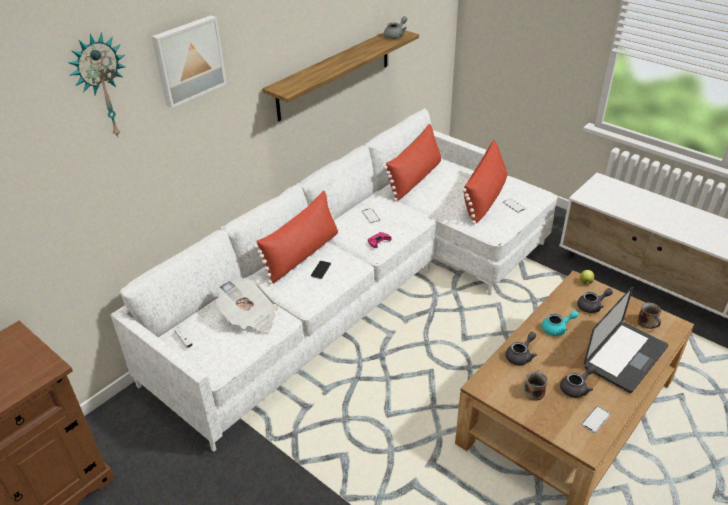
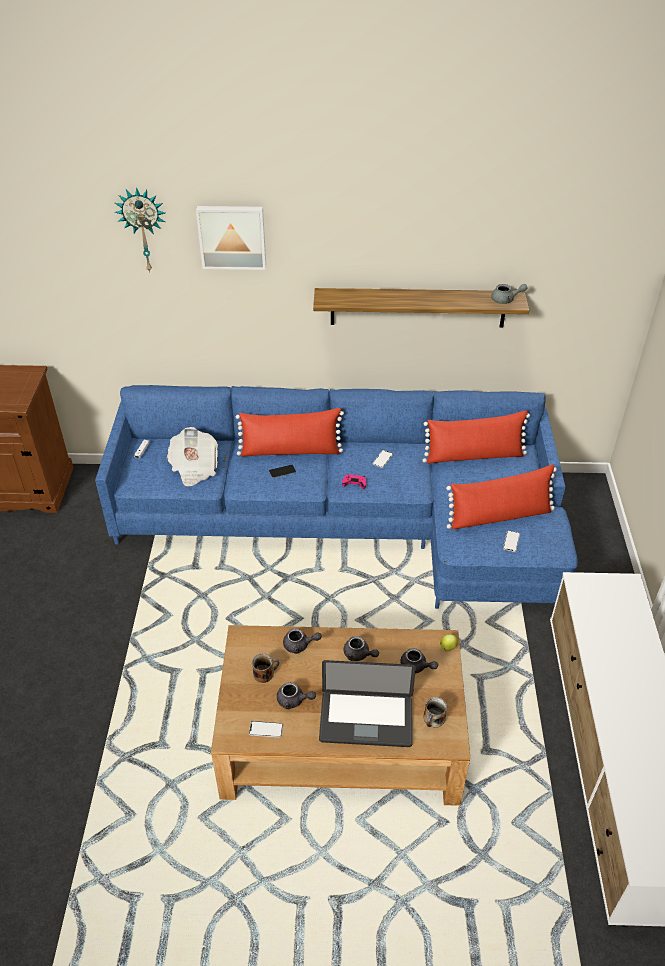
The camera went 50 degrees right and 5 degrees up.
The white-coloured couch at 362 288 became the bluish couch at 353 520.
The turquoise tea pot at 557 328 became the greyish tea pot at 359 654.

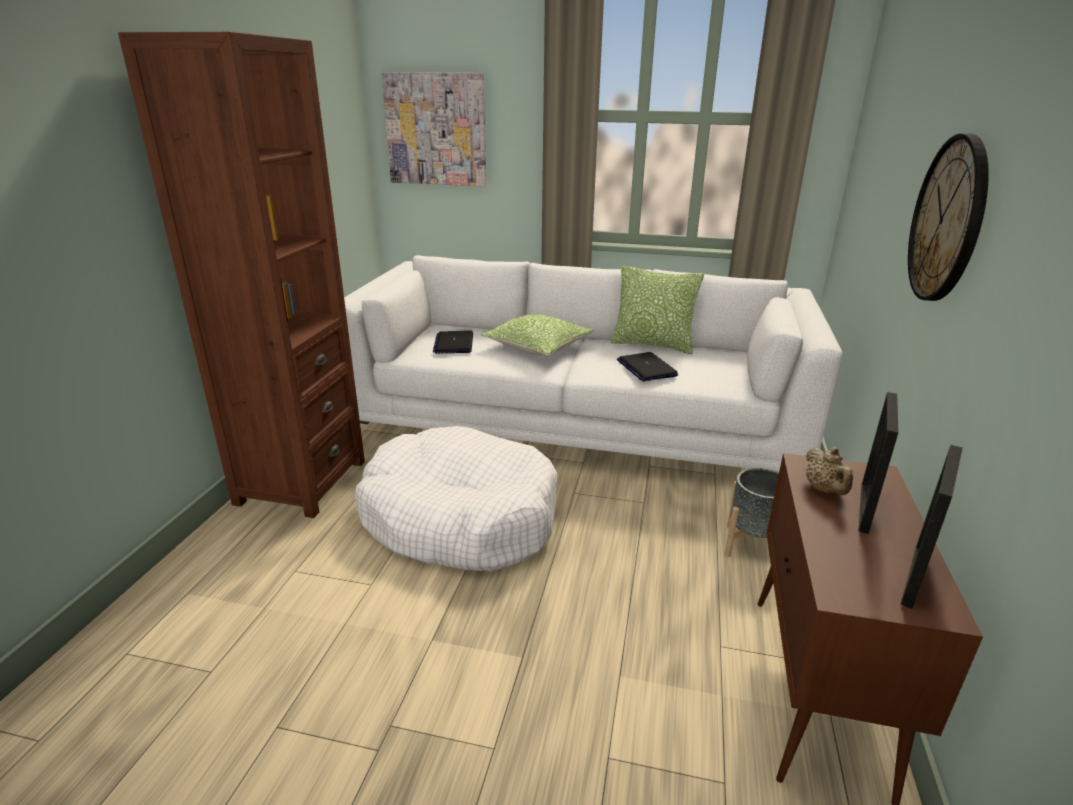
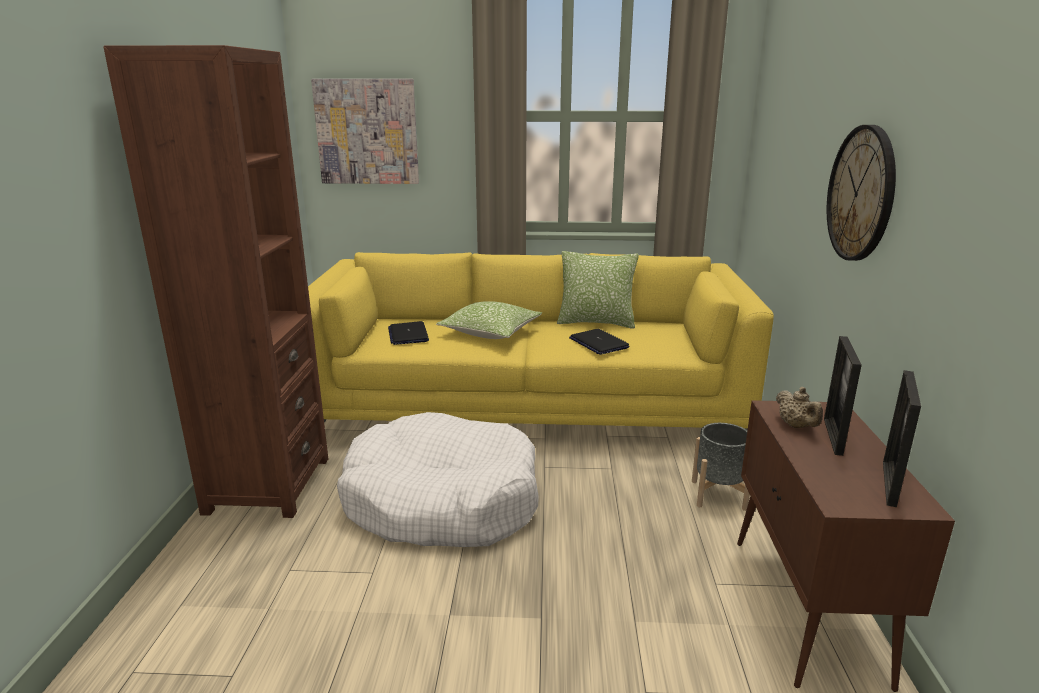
The camera went 10 degrees left and 5 degrees down.
The white-coloured couch at 576 424 became the yellow couch at 528 404.

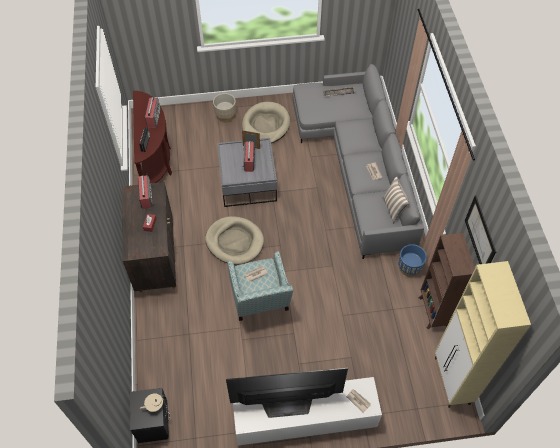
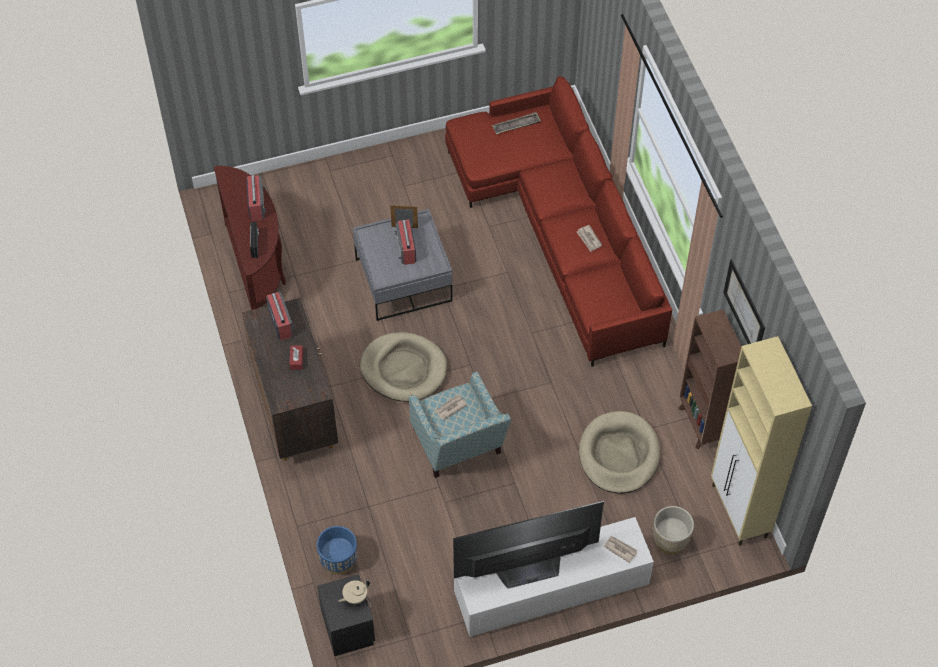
The camera went 10 degrees left and 0 degrees up.
The beige-coloured plant pot moved from 225 116 to 670 540.
The beige-coloured pet bed moved from 266 125 to 618 455.
The greyish couch at 357 165 became the red couch at 560 229.
The throw pillow at 393 208 disappeared.
The bluish plant pot moved from 409 268 to 338 560.

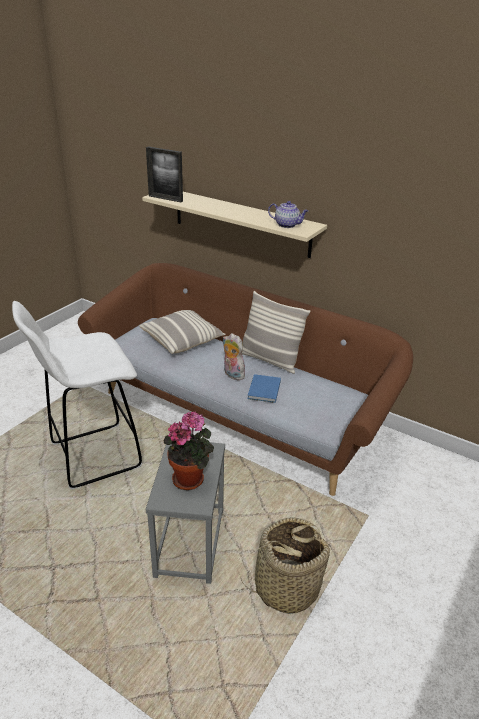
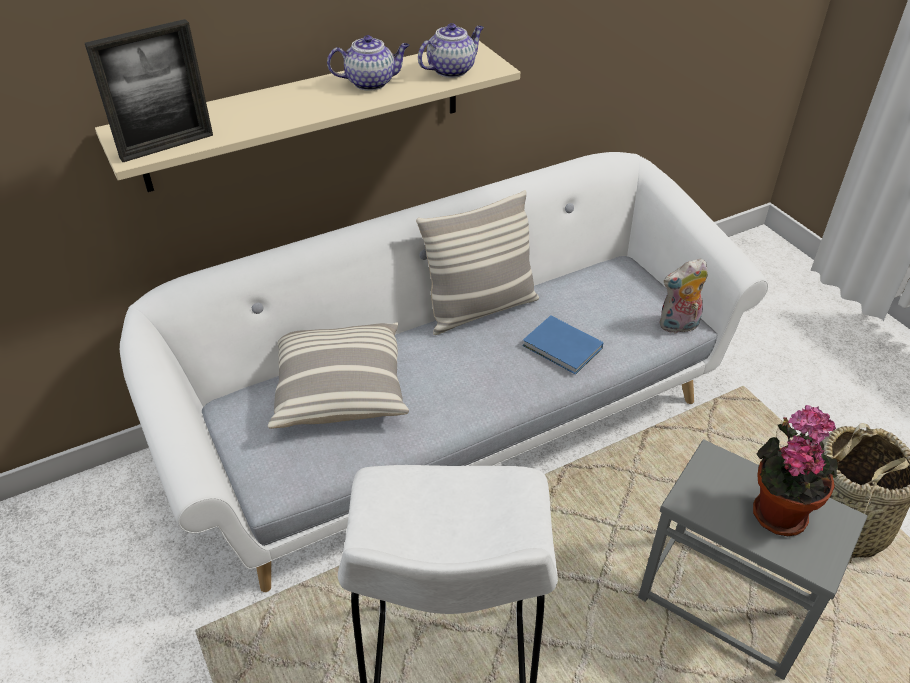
The camera went 60 degrees left and 10 degrees up.
The brown couch at 237 411 became the white-coloured couch at 454 423.
The plush toy moved from 232 374 to 678 326.
The tea pot at 371 82 appeared.

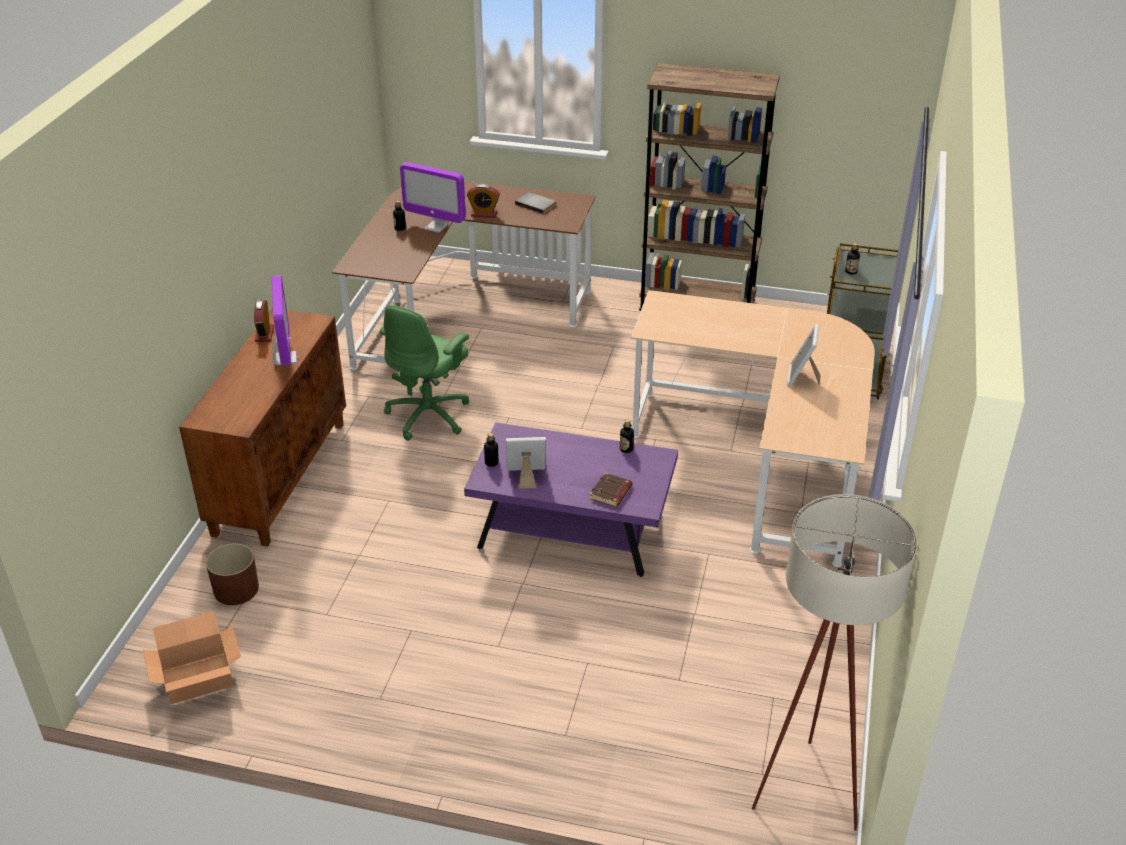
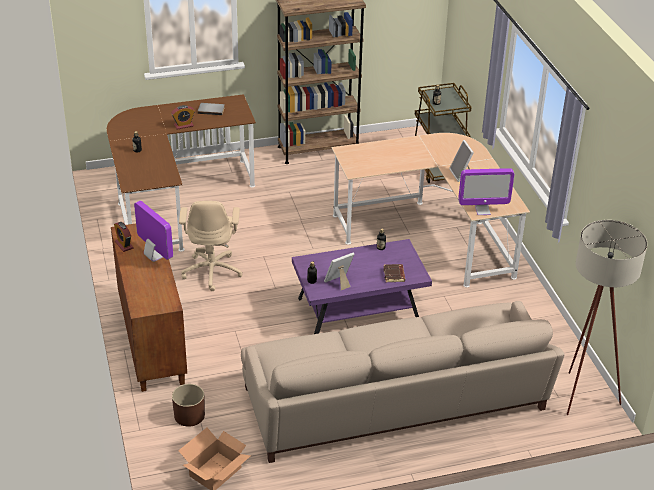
The camera went 30 degrees left and 0 degrees up.
The green computer chair at 429 415 became the beige-coloured computer chair at 212 271.
The monitor moved from 436 227 to 482 210.
The beige-coloured couch at 395 402 appeared.

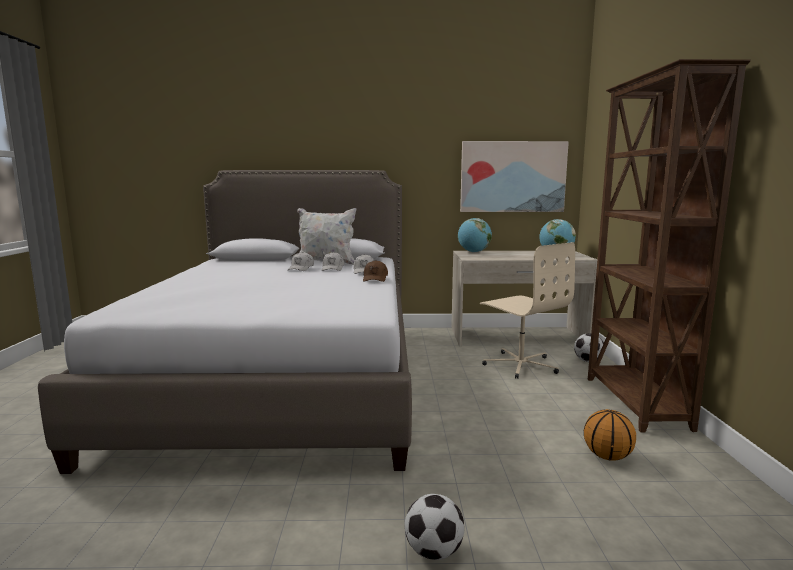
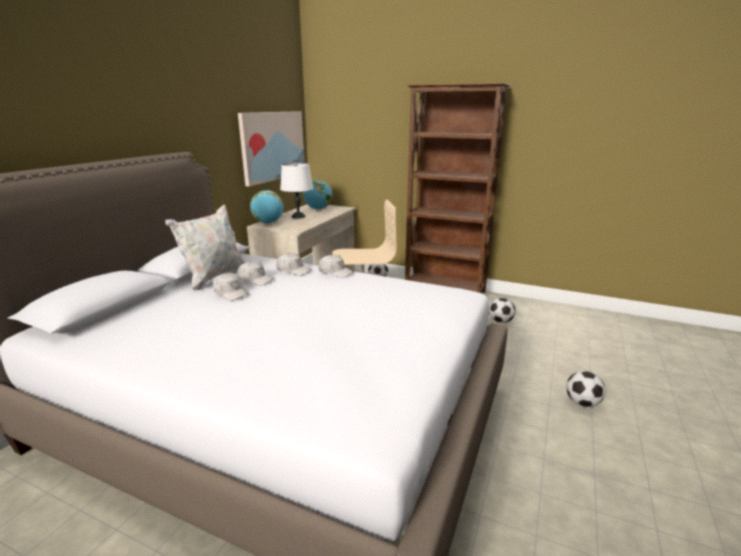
The camera went 65 degrees left and 10 degrees up.
The brown baseball cap at 375 278 became the white-coloured baseball cap at 335 272.
The ball for basketball at 607 457 was replaced by the football at 500 321.
The white-coloured tabletop lamp at 298 216 appeared.

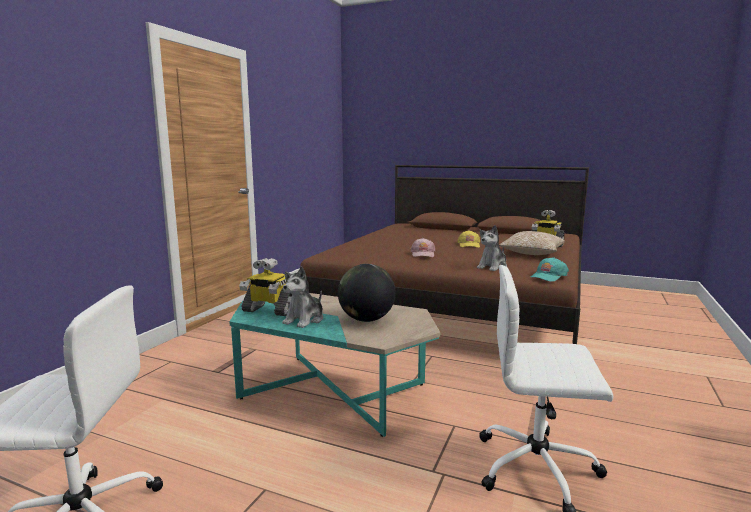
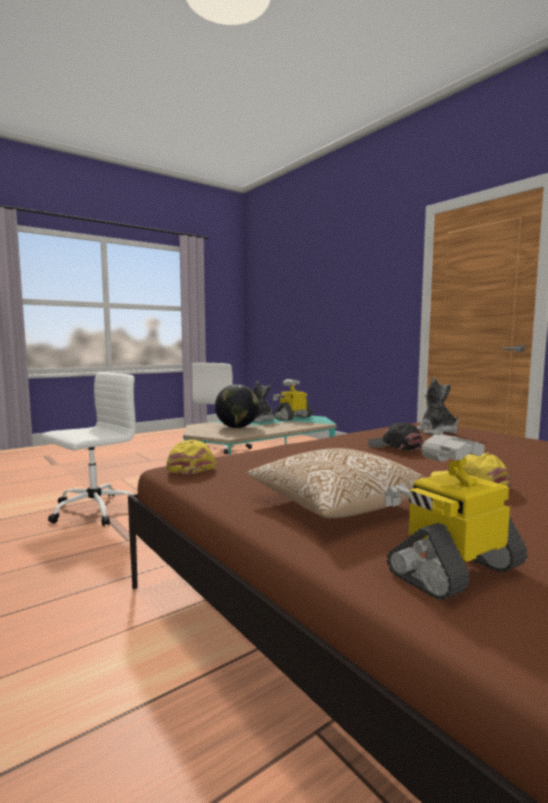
The camera went 120 degrees right and 5 degrees down.
The pink-coloured baseball cap at 423 254 became the black baseball cap at 395 446.
The plush toy moved from 492 267 to 437 432.
The turquoise baseball cap at 548 276 became the yellow baseball cap at 190 467.

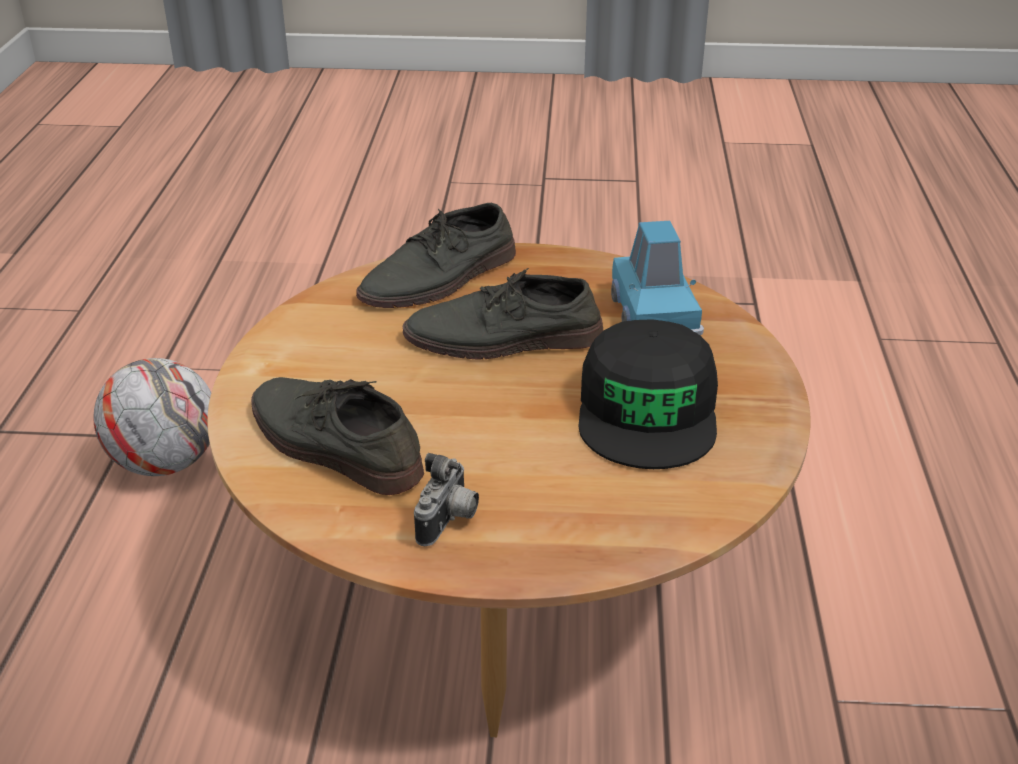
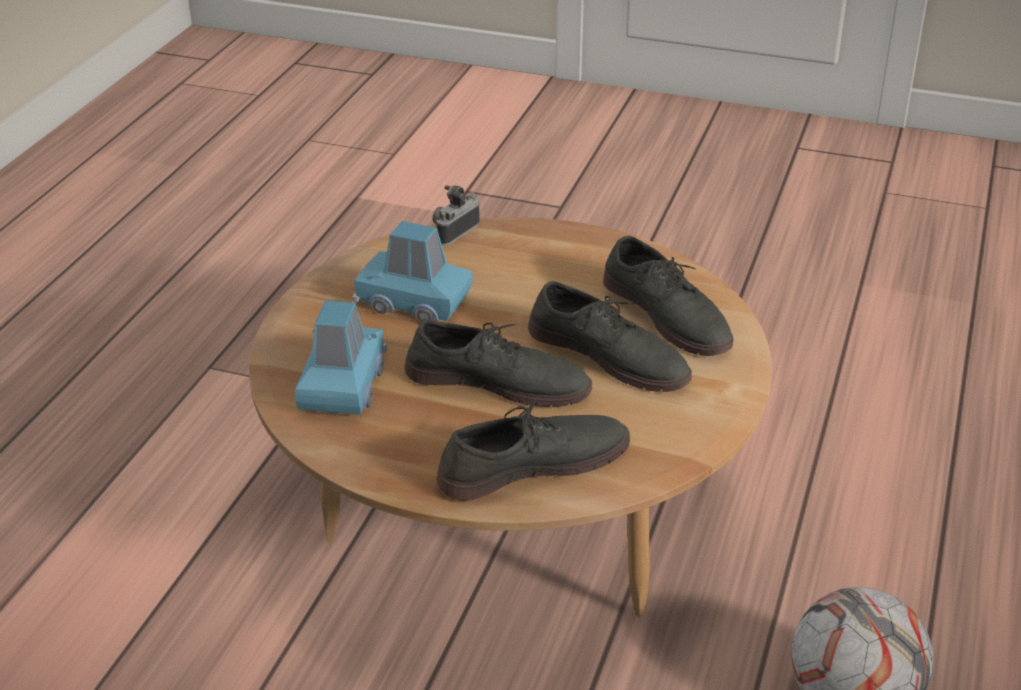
The camera went 165 degrees left and 0 degrees up.
The still camera moved from 449 521 to 453 232.
The black baseball cap at 648 411 was replaced by the bluish miniature car at 413 301.
The greyish shoe at 609 354 appeared.

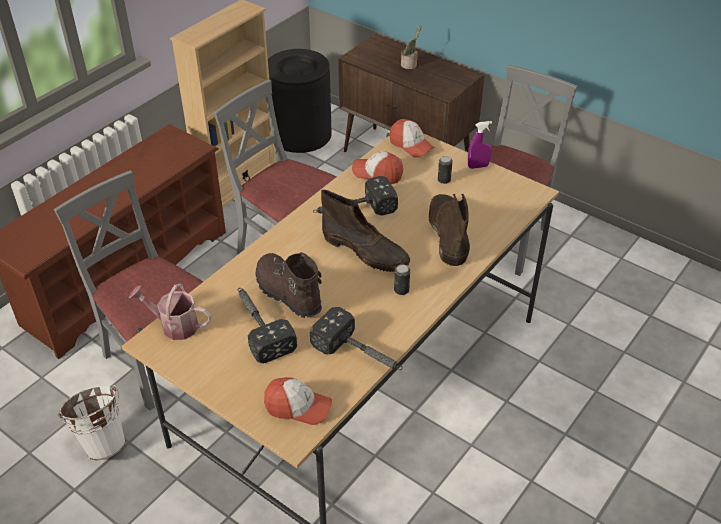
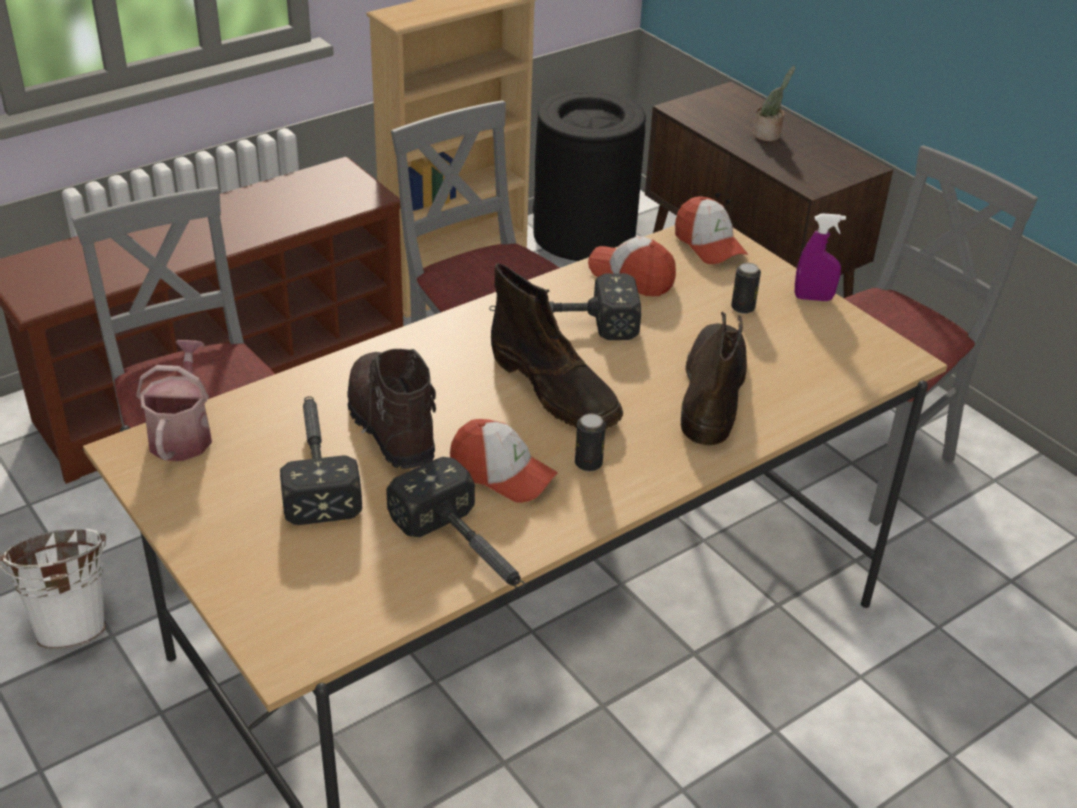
The camera went 15 degrees right and 5 degrees down.
The watering can at 174 325 turned 60 degrees clockwise.
The baseball cap moved from 298 407 to 502 474.

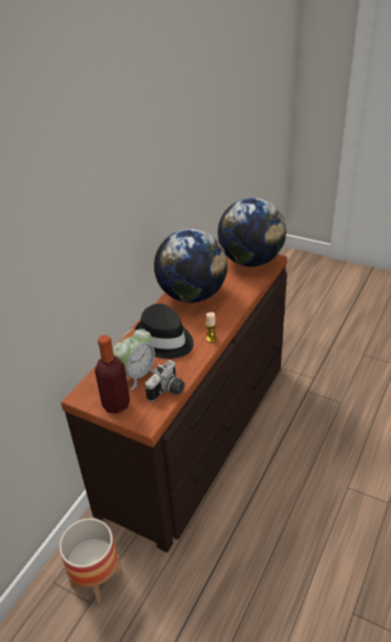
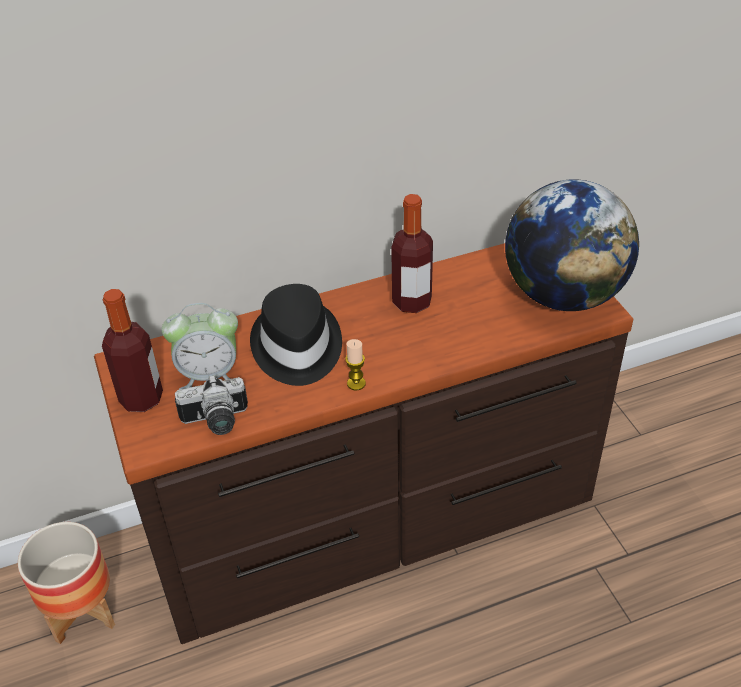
The camera went 40 degrees right and 5 degrees up.
The globe at 192 295 was replaced by the bottle at 412 302.

